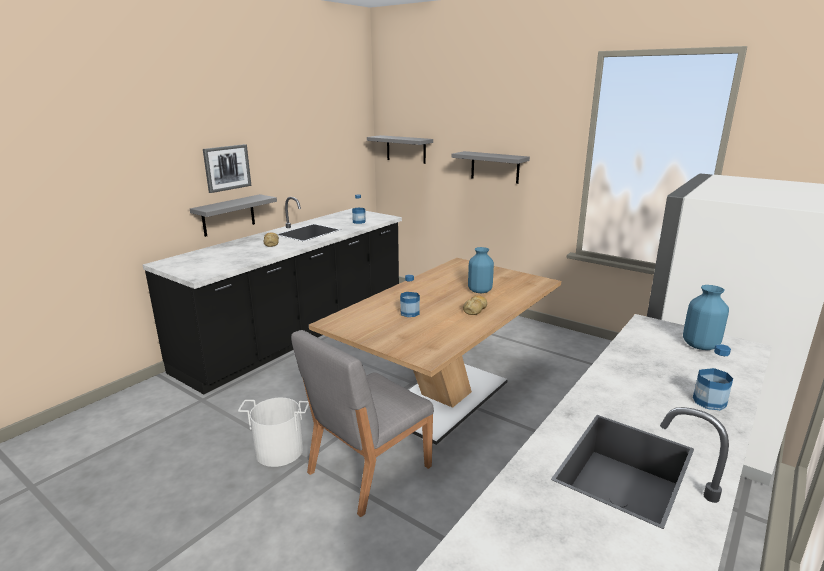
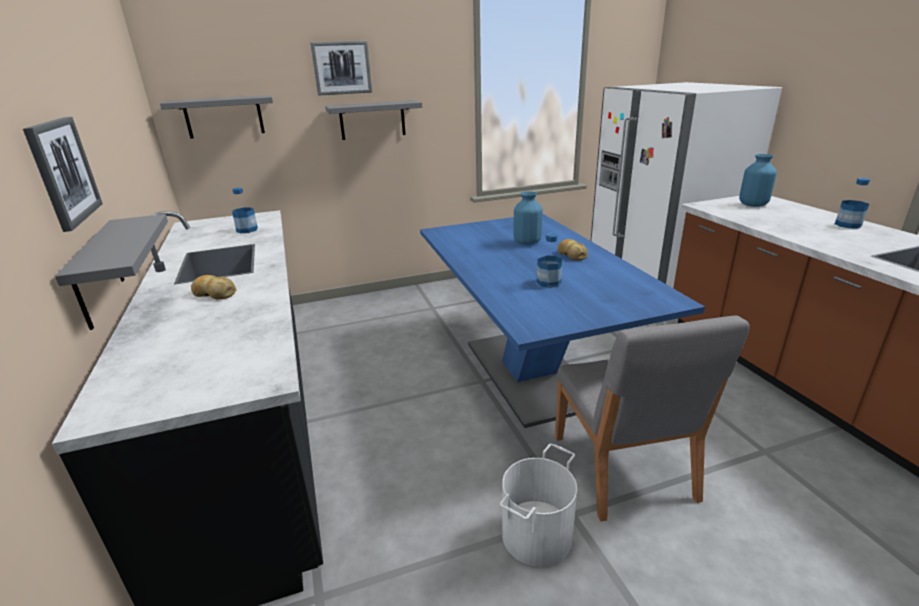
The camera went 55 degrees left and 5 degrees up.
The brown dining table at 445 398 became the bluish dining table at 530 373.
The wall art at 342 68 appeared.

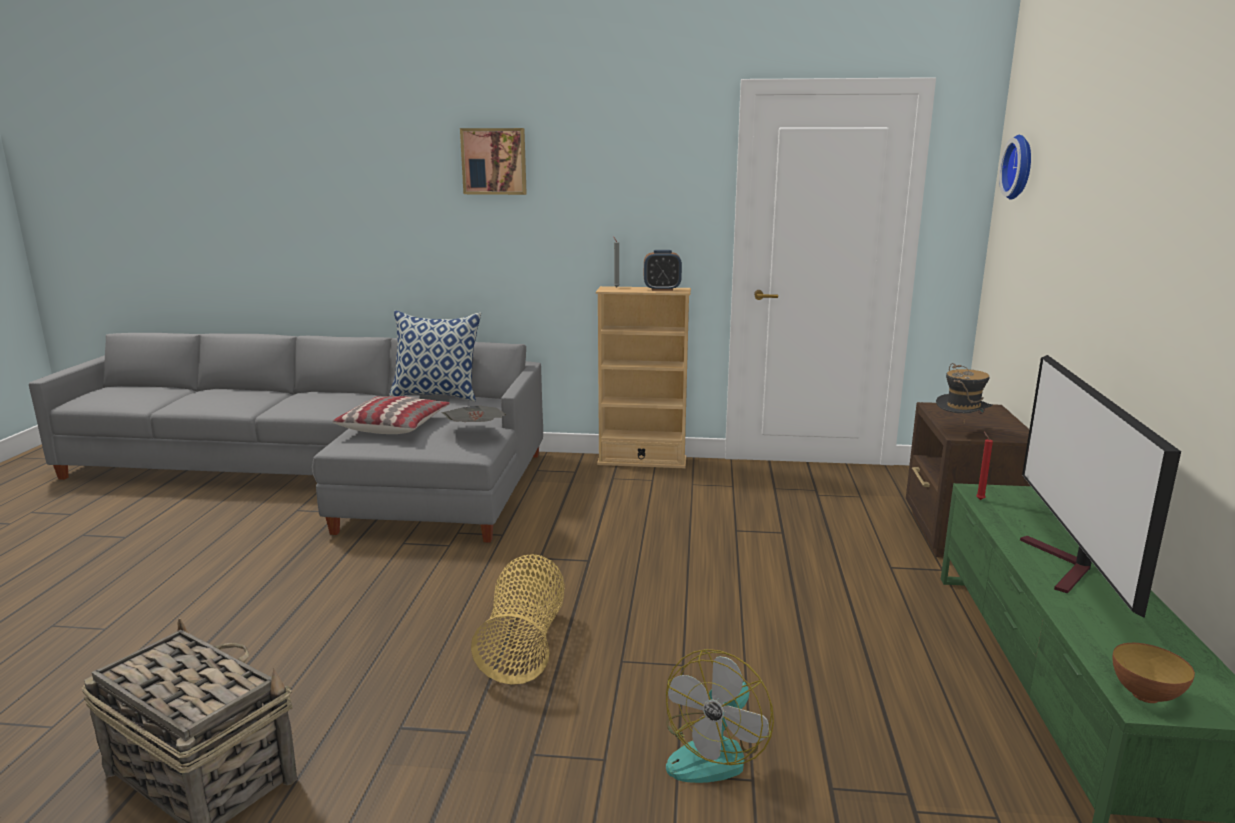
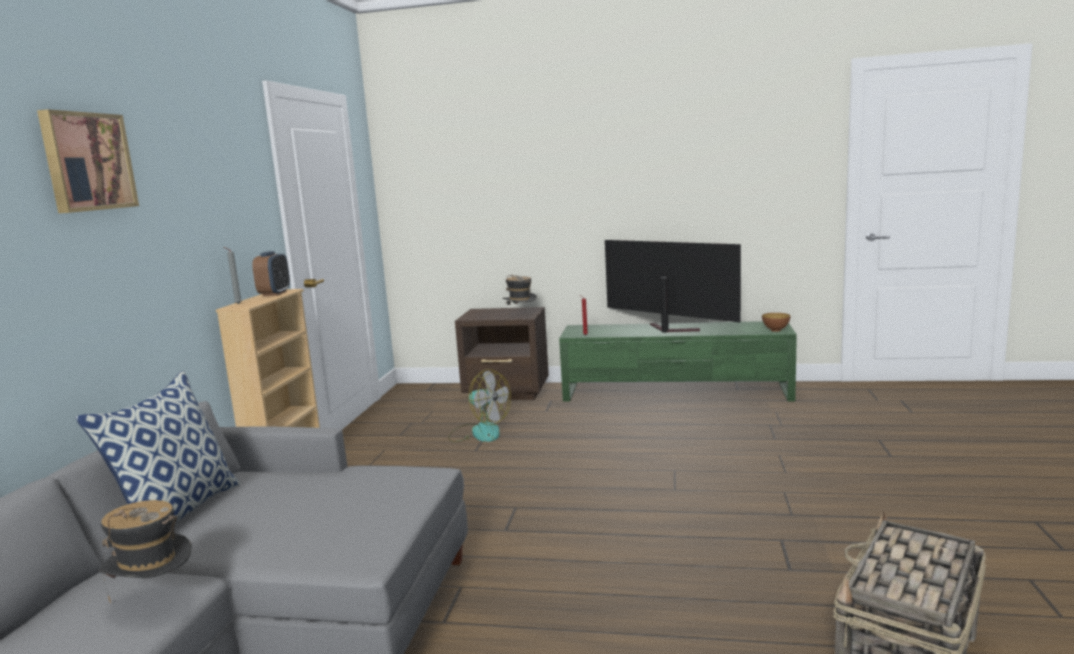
The camera went 85 degrees left and 5 degrees down.
The throw pillow at 394 425 disappeared.
The daily paper at 475 431 disappeared.
The storage basket at 524 643 disappeared.
The fan moved from 715 751 to 479 432.
The clock on the wall at 1021 167 disappeared.
The TV set at 1066 567 turned 150 degrees counterclockwise.
The hat at 154 598 appeared.

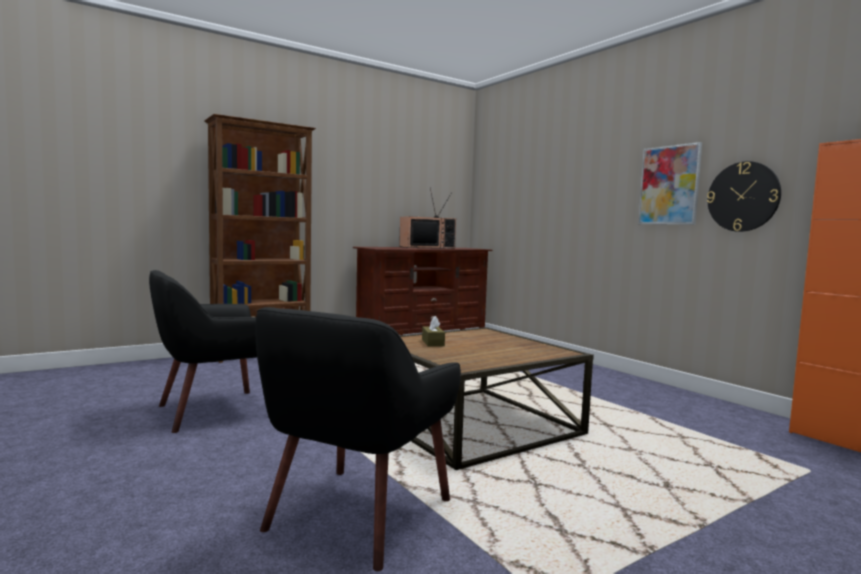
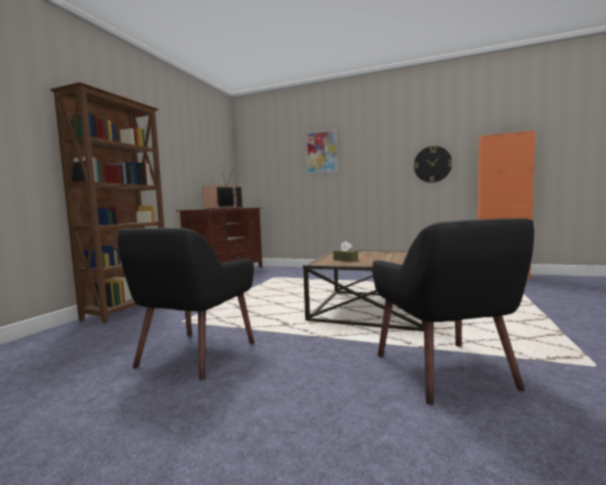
The camera went 35 degrees left and 0 degrees up.
The wall art moved from 669 185 to 321 152.

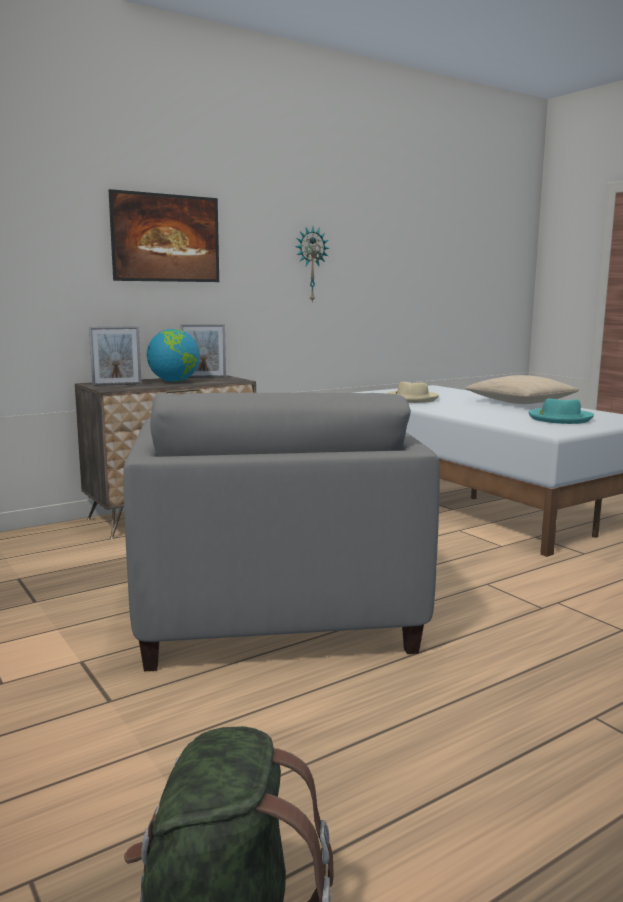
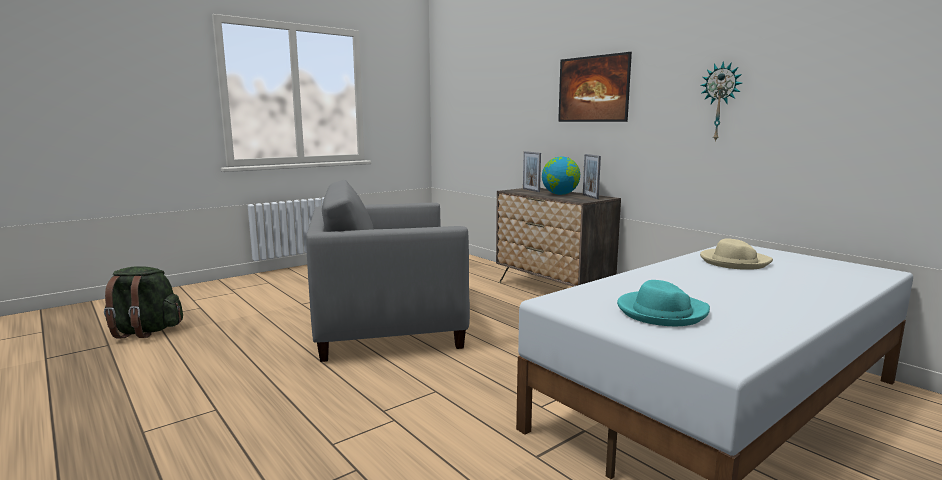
The camera went 85 degrees right and 0 degrees up.
The beige-coloured throw pillow at 520 402 disappeared.

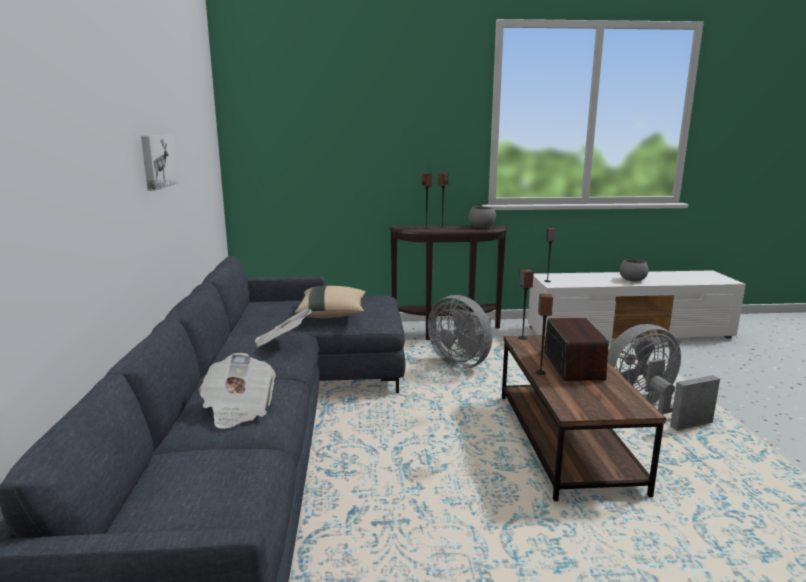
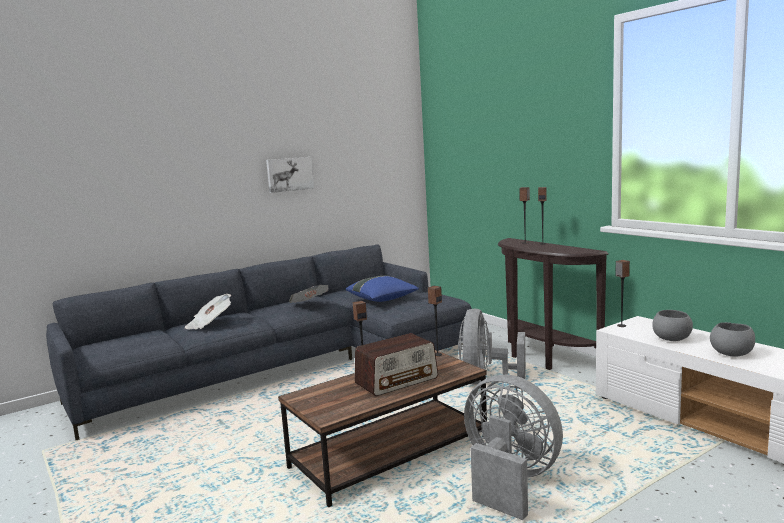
The camera went 60 degrees right and 5 degrees down.
The beige-coloured throw pillow at 332 314 became the bluish throw pillow at 382 300.
The greyish serving bowl moved from 482 227 to 672 339.

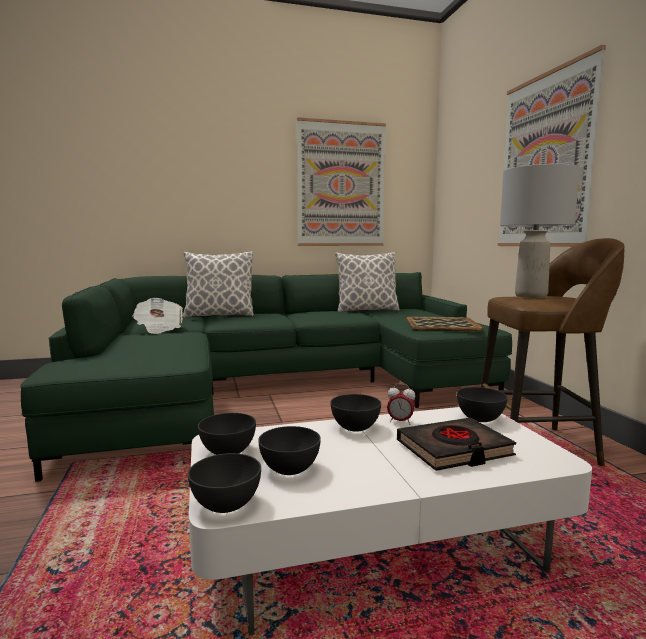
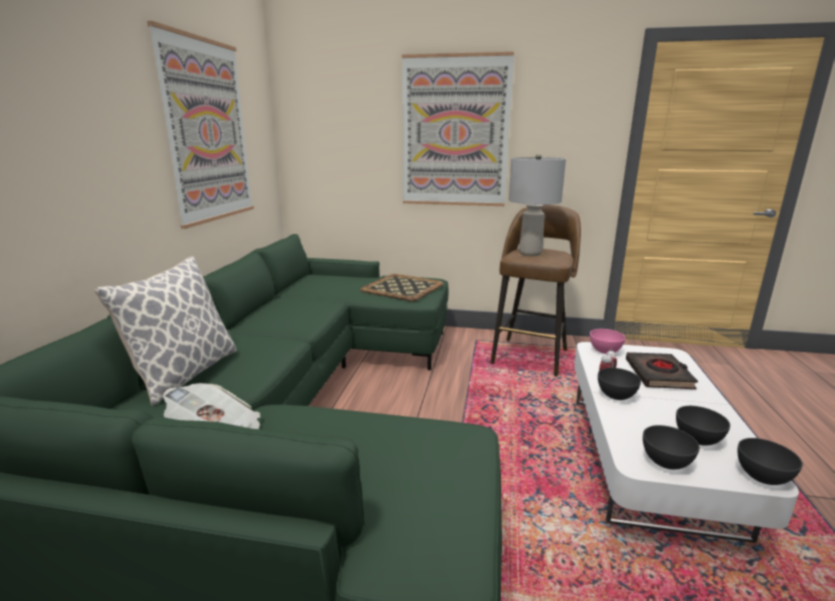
The camera went 65 degrees left and 10 degrees up.
The throw pillow at 366 311 disappeared.
The greyish serving bowl at 480 419 became the pink-coloured serving bowl at 605 351.

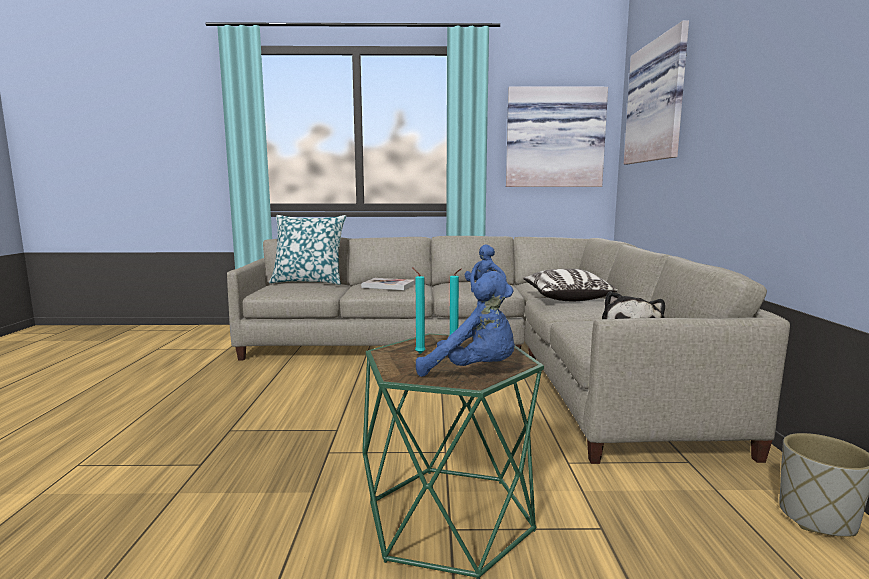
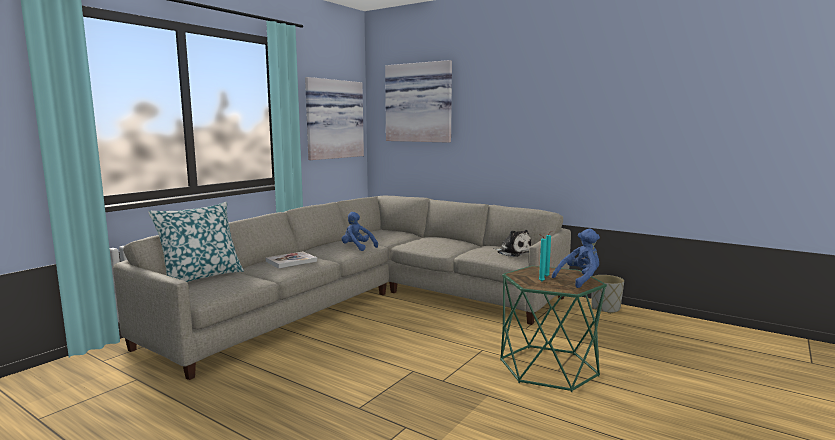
The camera went 55 degrees left and 0 degrees up.
The throw pillow at 566 298 disappeared.

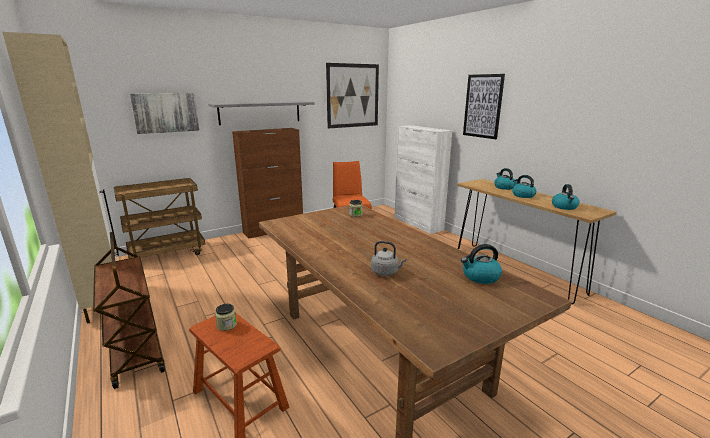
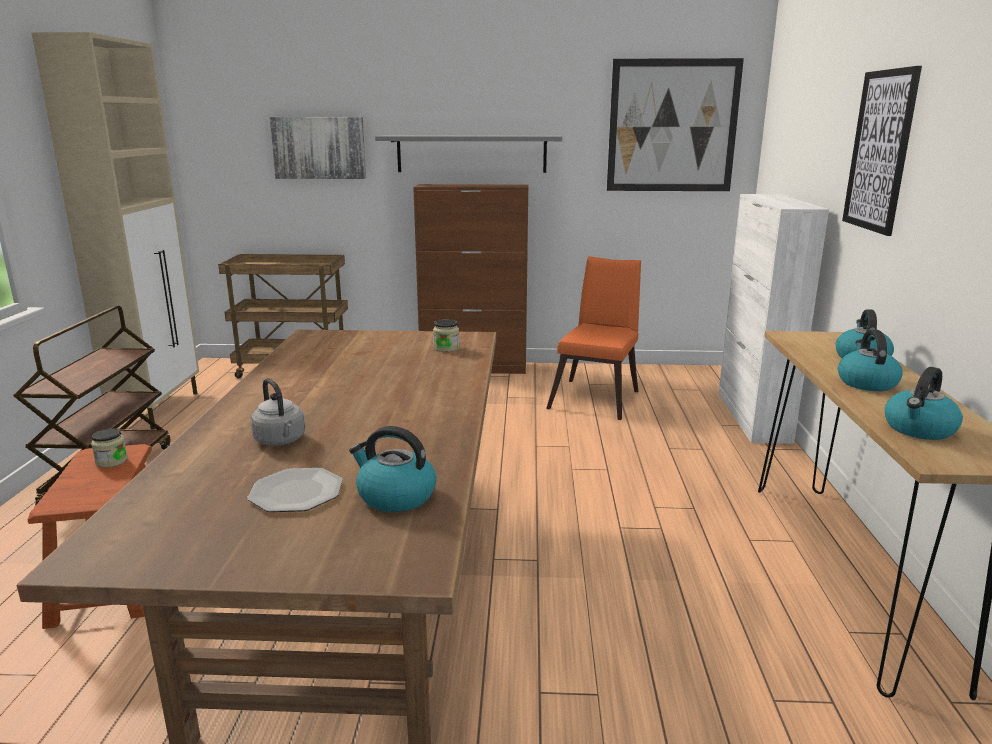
The camera went 35 degrees right and 0 degrees up.
The plate at 296 492 appeared.

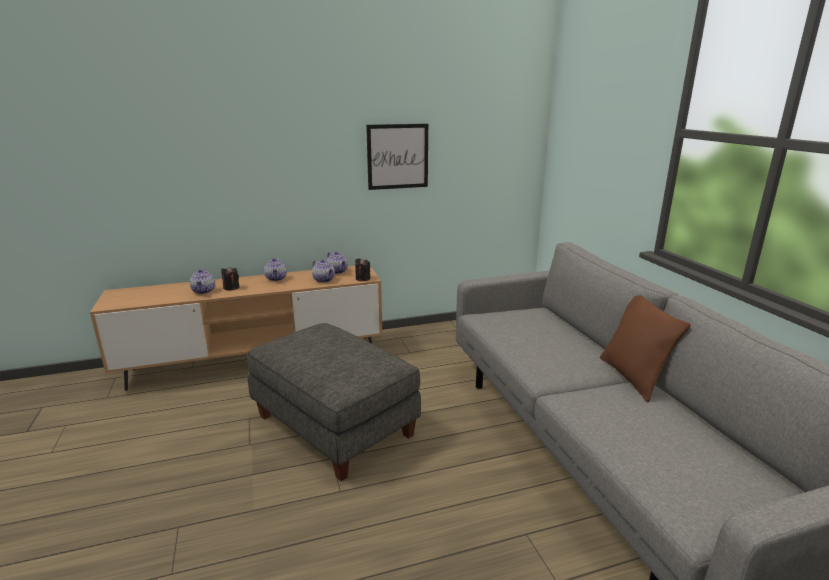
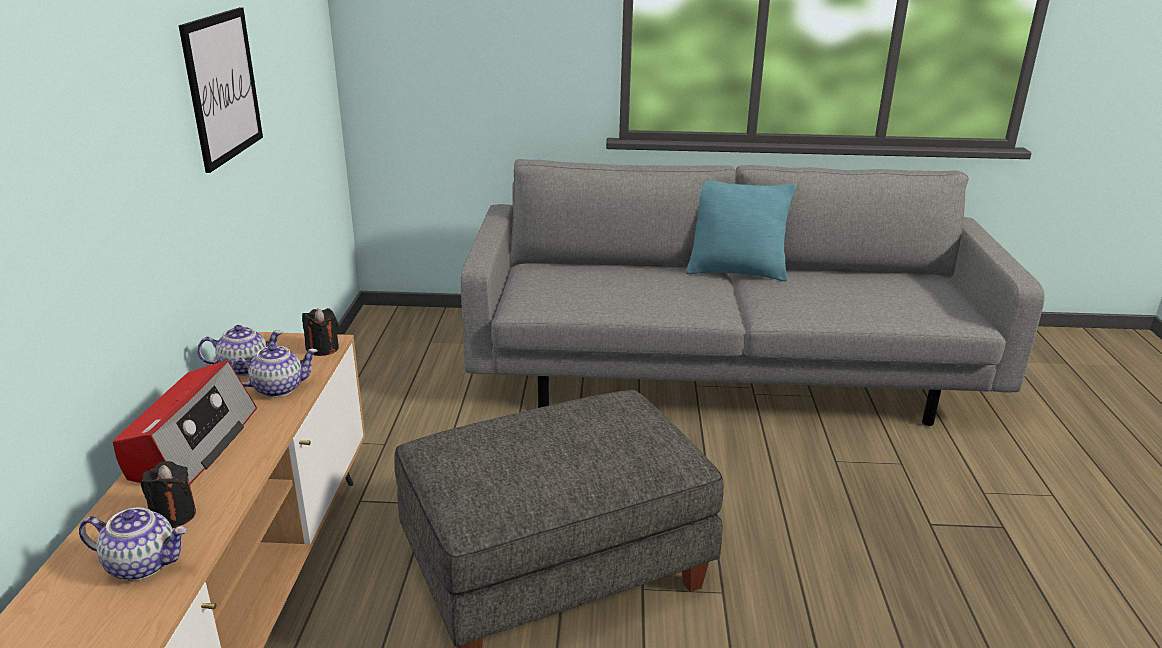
The camera went 70 degrees left and 5 degrees up.
The tea pot at 276 278 was replaced by the radio set at 192 445.
The brown throw pillow at 632 378 became the turquoise throw pillow at 736 272.

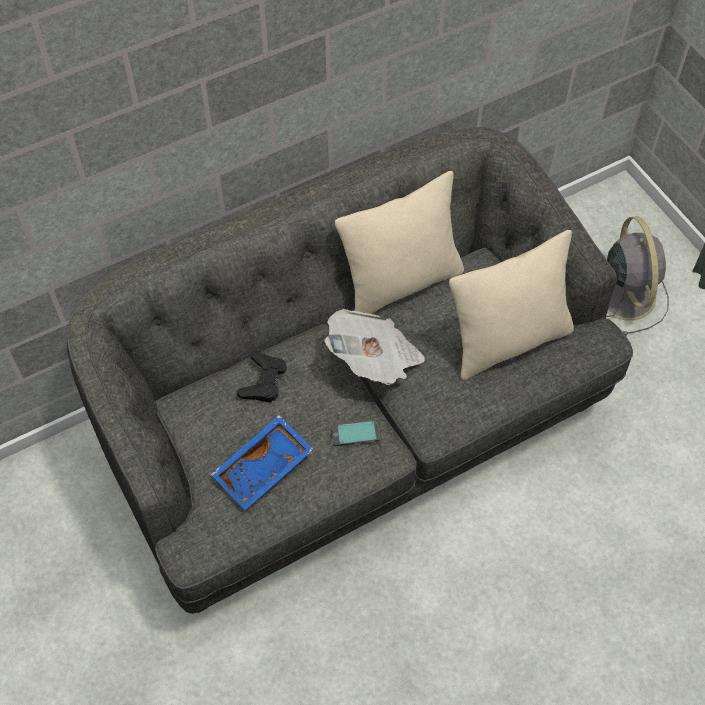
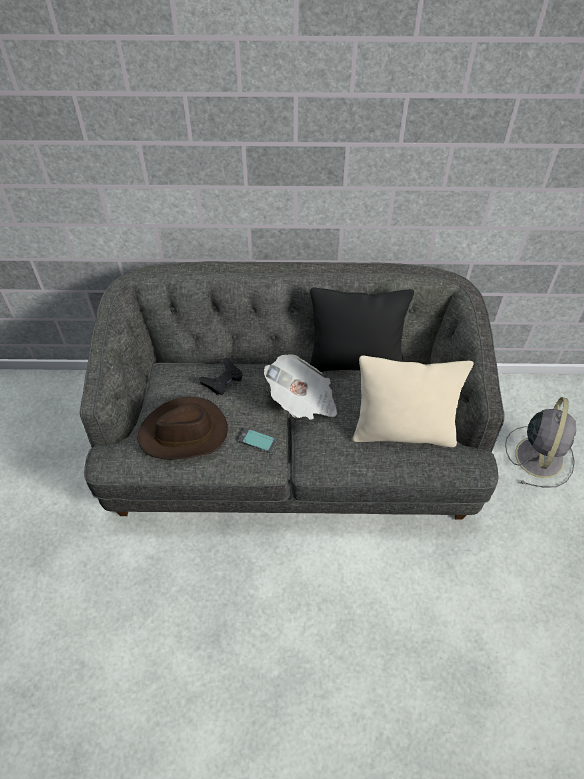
The camera went 30 degrees right and 5 degrees down.
The bluish carrying tray at 264 469 was replaced by the brown hat at 184 433.
The beige-coloured throw pillow at 401 283 became the black throw pillow at 355 362.

